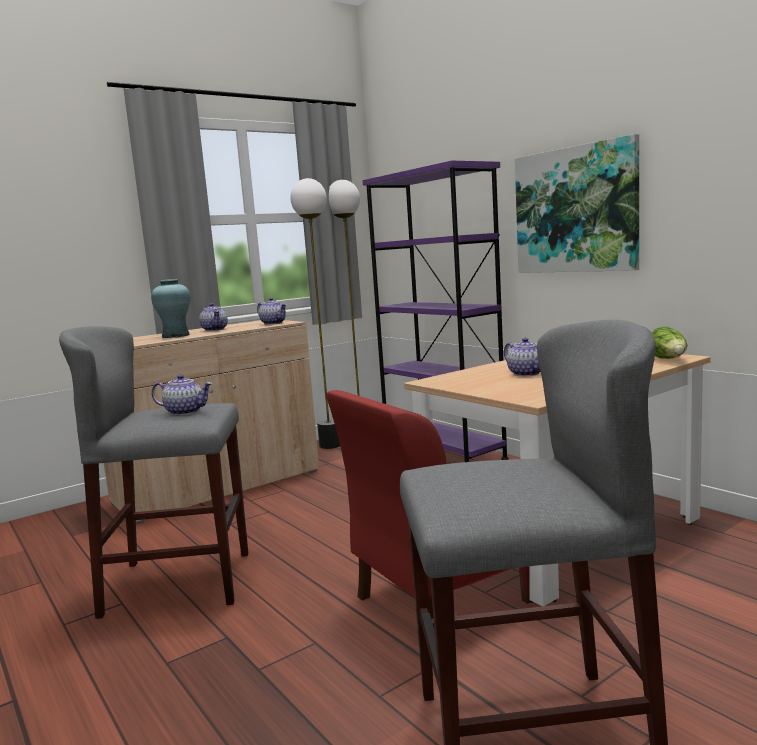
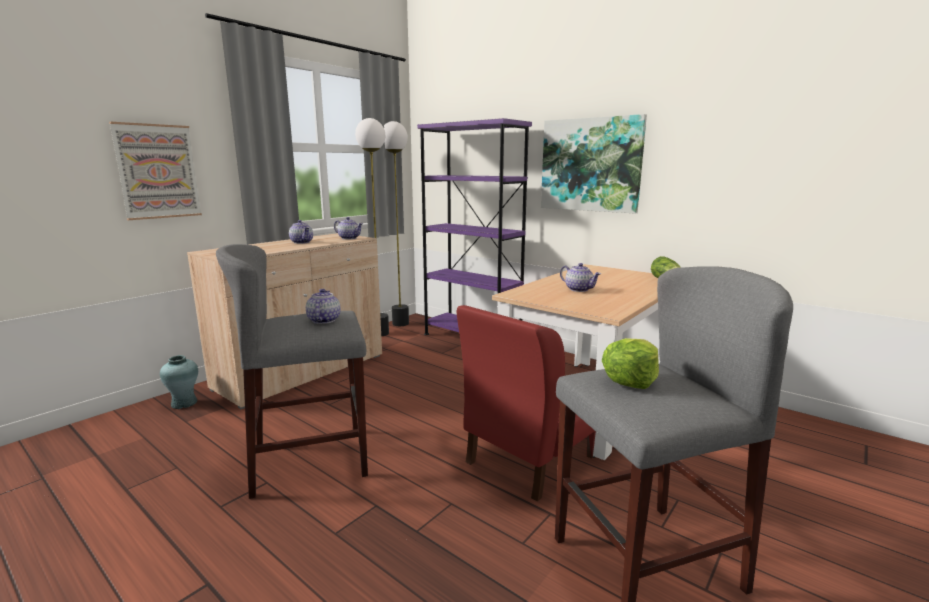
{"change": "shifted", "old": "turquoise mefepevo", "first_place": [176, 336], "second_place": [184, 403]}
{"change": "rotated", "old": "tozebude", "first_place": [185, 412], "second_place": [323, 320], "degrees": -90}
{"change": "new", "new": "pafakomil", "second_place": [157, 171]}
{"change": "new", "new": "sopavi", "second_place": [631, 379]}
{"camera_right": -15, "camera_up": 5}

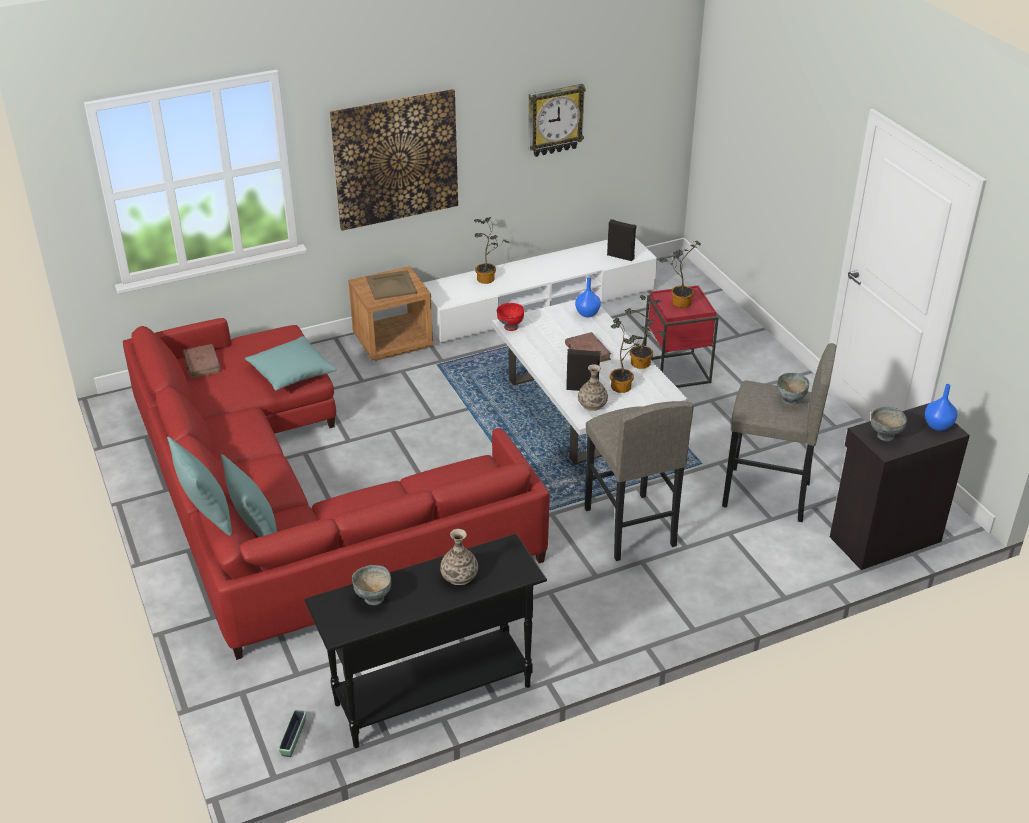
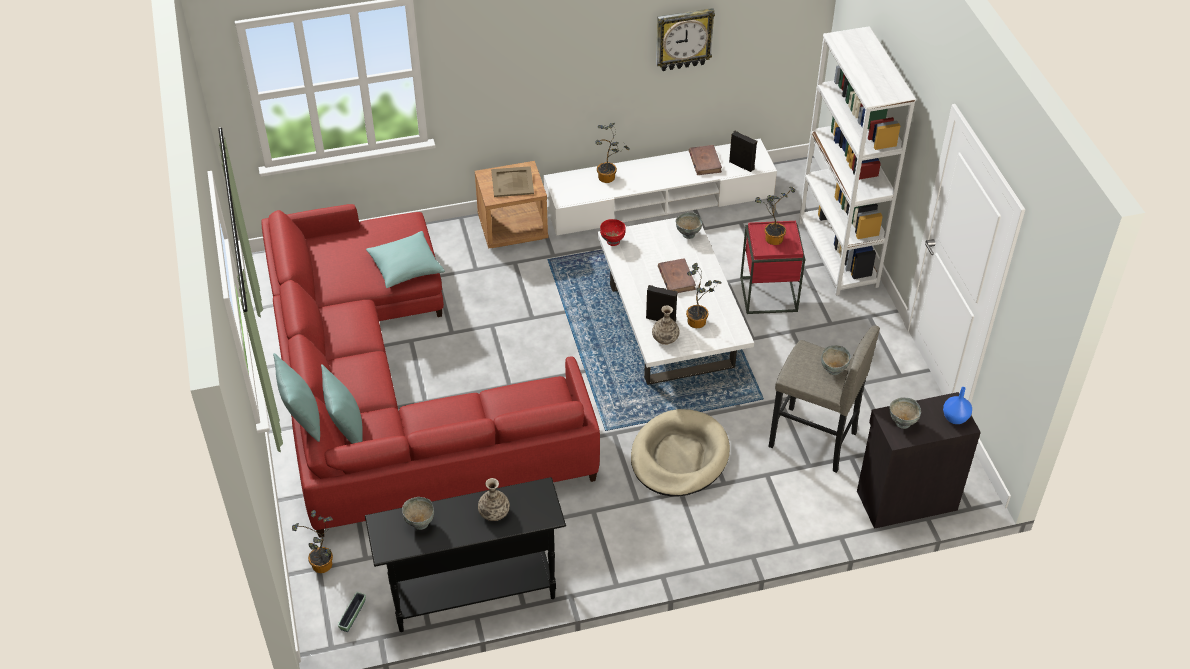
{"change": "gone", "old": "pafakomil", "first_place": [395, 159]}
{"change": "swapped", "old": "blue mefepevo", "new": "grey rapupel", "first_place": [588, 313], "second_place": [688, 234]}
{"change": "shifted", "old": "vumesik", "first_place": [642, 365], "second_place": [323, 567]}
{"change": "shifted", "old": "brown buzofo", "first_place": [202, 363], "second_place": [705, 162]}
{"change": "swapped", "old": "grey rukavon", "new": "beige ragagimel", "first_place": [629, 527], "second_place": [679, 456]}
{"change": "new", "new": "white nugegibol", "second_place": [838, 254]}
{"camera_right": 10, "camera_up": 10}

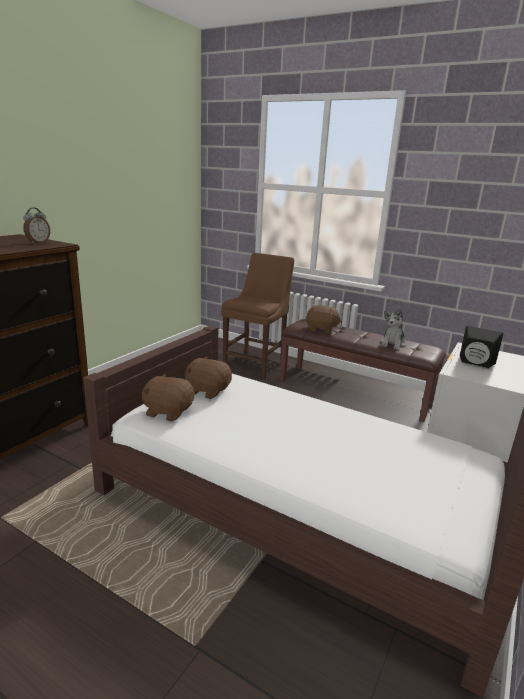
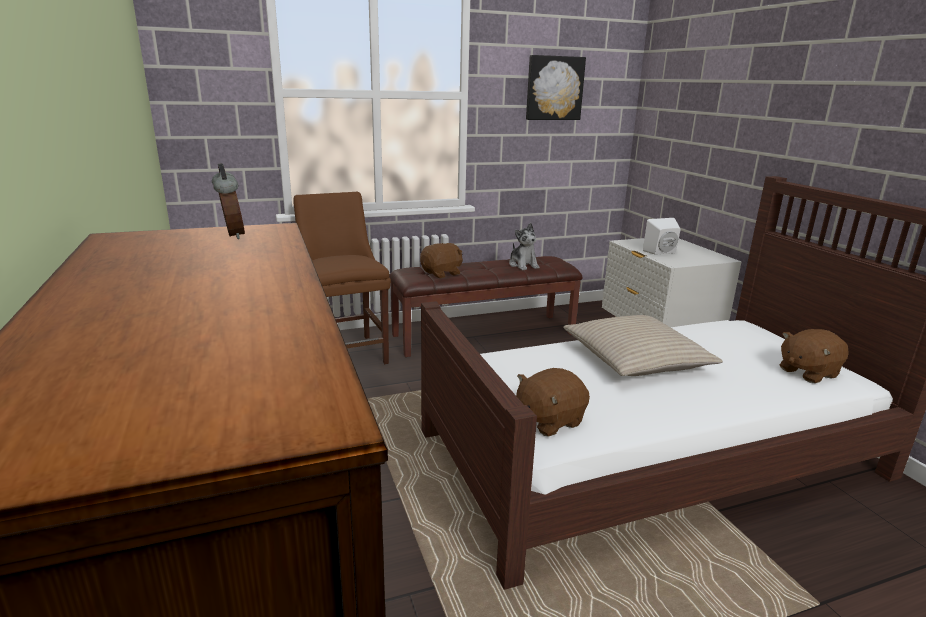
{"change": "repainted", "old": "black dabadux", "new": "white dabadux", "first_place": [475, 363], "second_place": [662, 252]}
{"change": "shifted", "old": "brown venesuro", "first_place": [208, 391], "second_place": [807, 372]}
{"change": "new", "new": "pafakomil", "second_place": [554, 88]}
{"change": "new", "new": "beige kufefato", "second_place": [635, 359]}
{"camera_right": -50, "camera_up": 0}

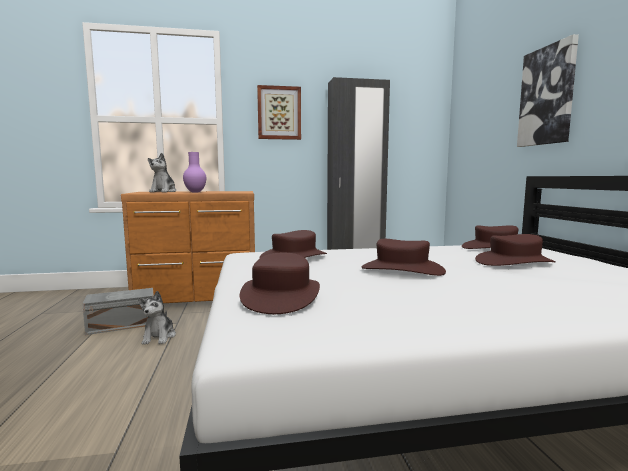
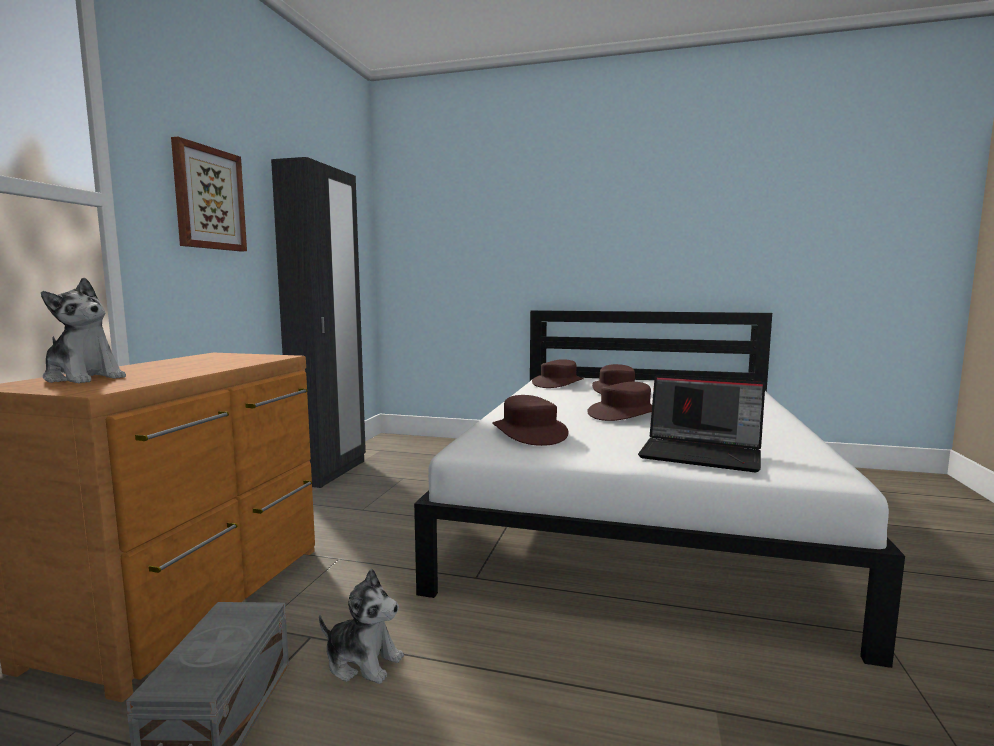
{"change": "gone", "old": "pafakomil", "first_place": [547, 96]}
{"change": "gone", "old": "purple mefepevo", "first_place": [196, 192]}
{"change": "swapped", "old": "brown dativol", "new": "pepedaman", "first_place": [281, 295], "second_place": [702, 454]}
{"camera_right": -65, "camera_up": 0}

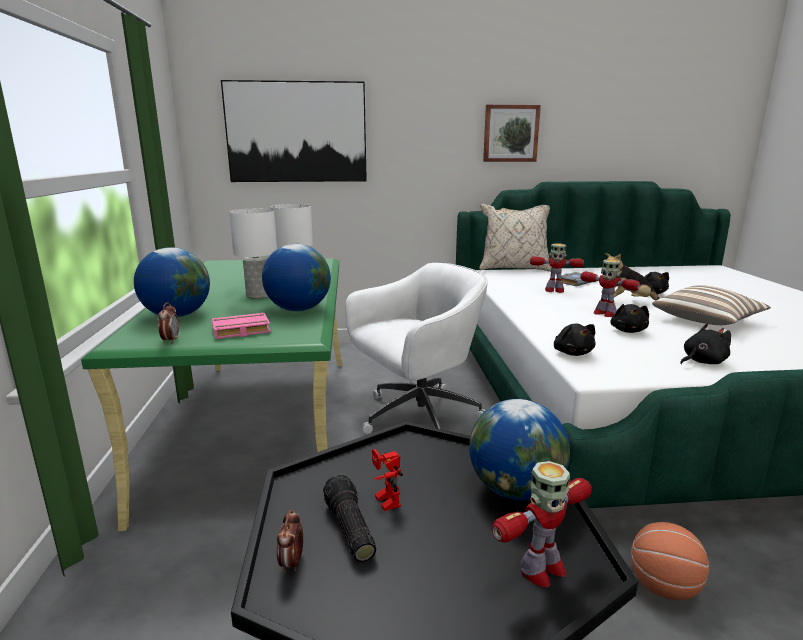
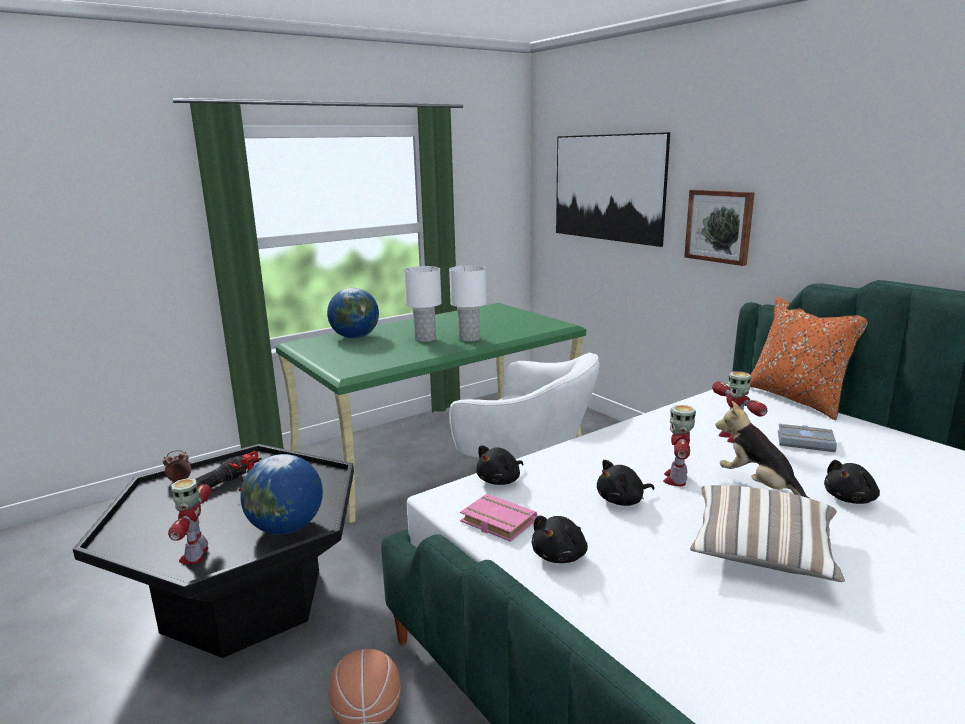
{"change": "shifted", "old": "pafakomil", "first_place": [510, 133], "second_place": [719, 226]}
{"change": "repainted", "old": "beige kufefato", "new": "orange kufefato", "first_place": [513, 268], "second_place": [797, 399]}
{"change": "gone", "old": "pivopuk", "first_place": [298, 309]}
{"change": "gone", "old": "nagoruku", "first_place": [170, 340]}
{"change": "shifted", "old": "pink buzofo", "first_place": [240, 331], "second_place": [496, 522]}
{"change": "rotated", "old": "black venesuro", "first_place": [702, 361], "second_place": [561, 555], "degrees": 90}
{"change": "rotated", "old": "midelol", "first_place": [541, 569], "second_place": [196, 554], "degrees": 60}
{"camera_right": 60, "camera_up": 0}

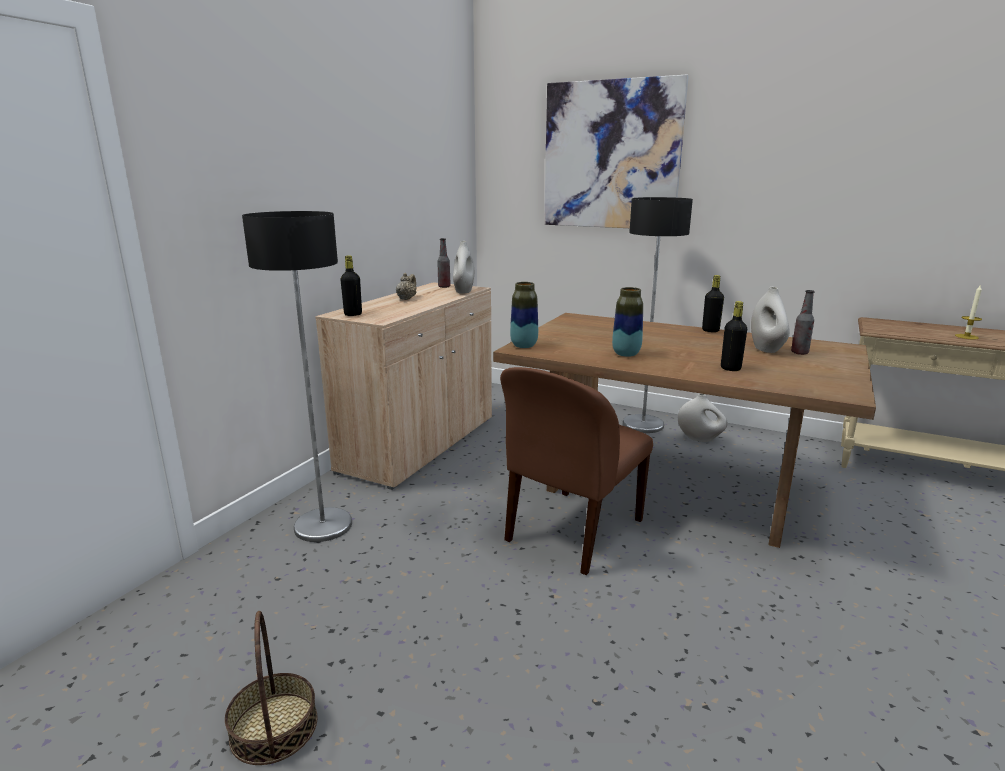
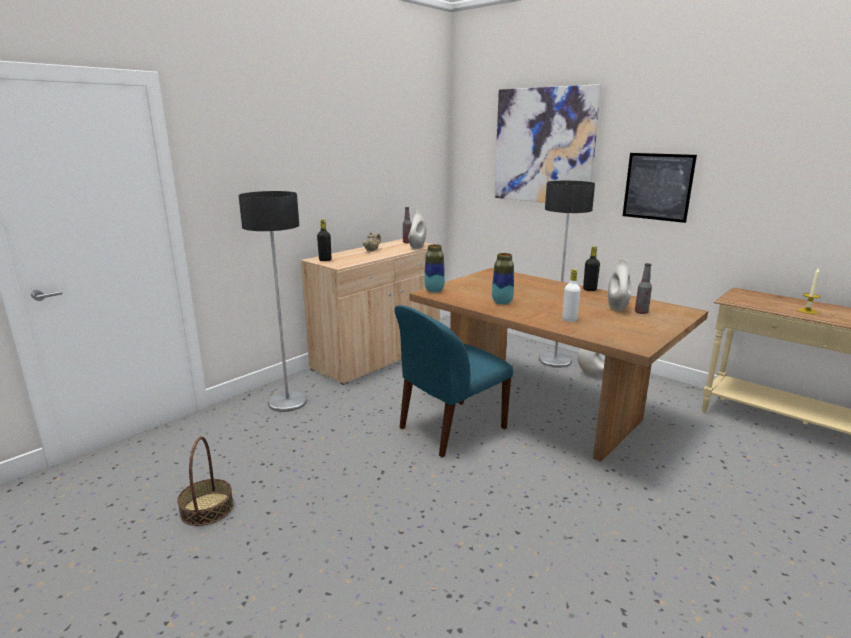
{"change": "repainted", "old": "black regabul", "new": "white regabul", "first_place": [730, 368], "second_place": [569, 319]}
{"change": "repainted", "old": "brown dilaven", "new": "blue dilaven", "first_place": [572, 532], "second_place": [450, 429]}
{"change": "new", "new": "pafakomil", "second_place": [657, 187]}
{"camera_right": 15, "camera_up": 0}

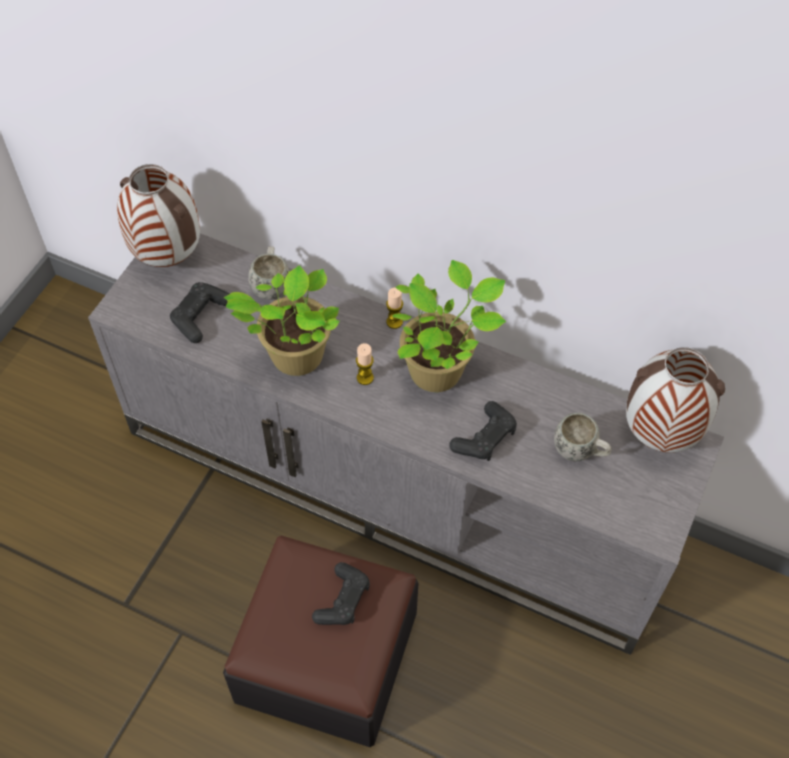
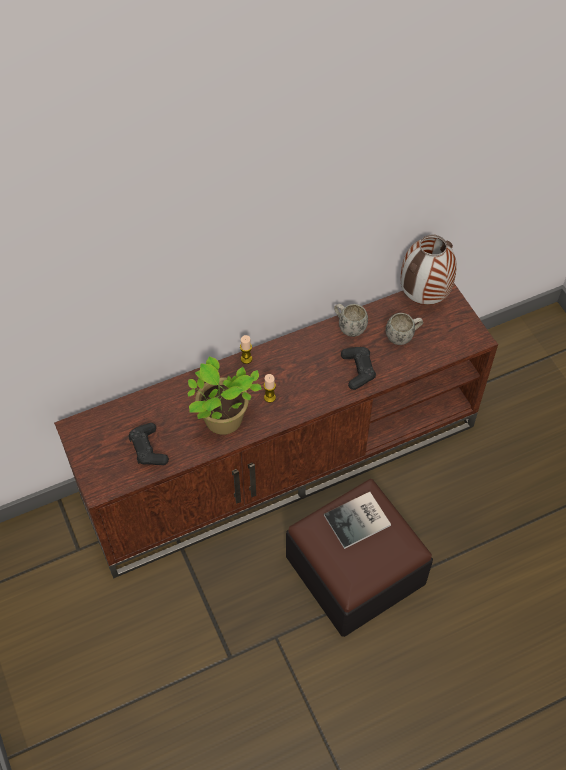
{"change": "gone", "old": "mefepevo", "first_place": [170, 257]}
{"change": "repainted", "old": "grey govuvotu", "new": "brown govuvotu", "first_place": [398, 485], "second_place": [283, 459]}
{"change": "shifted", "old": "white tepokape", "first_place": [271, 284], "second_place": [348, 327]}
{"change": "gone", "old": "vumesik", "first_place": [439, 369]}
{"change": "swapped", "old": "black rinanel", "new": "buzofo", "first_place": [343, 600], "second_place": [359, 521]}
{"camera_right": -50, "camera_up": 0}

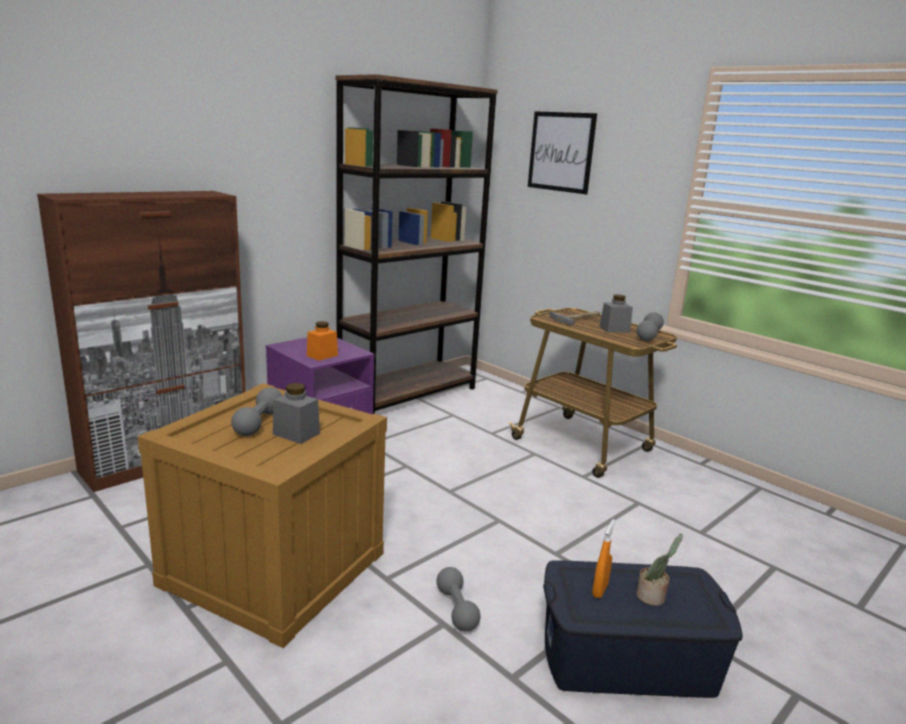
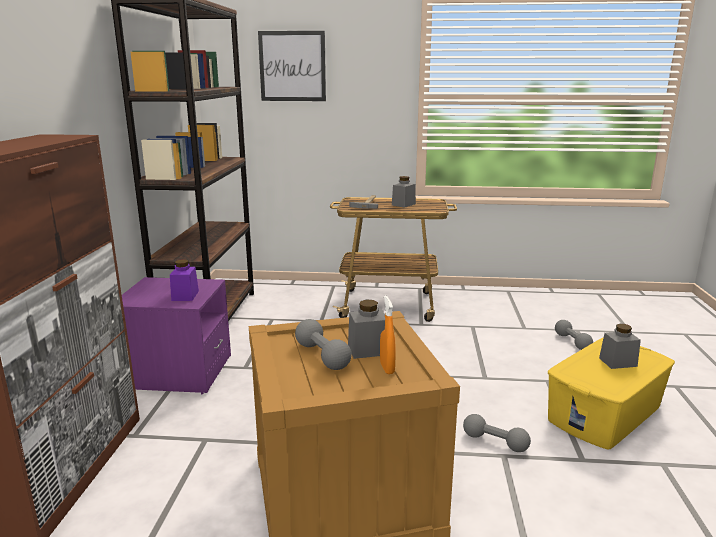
{"change": "shifted", "old": "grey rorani", "first_place": [648, 335], "second_place": [572, 342]}
{"change": "repainted", "old": "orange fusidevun", "new": "purple fusidevun", "first_place": [322, 355], "second_place": [185, 296]}
{"change": "shifted", "old": "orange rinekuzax", "first_place": [599, 590], "second_place": [387, 368]}
{"change": "swapped", "old": "vumesik", "new": "grey fusidevun", "first_place": [652, 597], "second_place": [618, 362]}
{"change": "repainted", "old": "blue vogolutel", "new": "yellow vogolutel", "first_place": [628, 660], "second_place": [605, 413]}
{"camera_right": -40, "camera_up": 0}

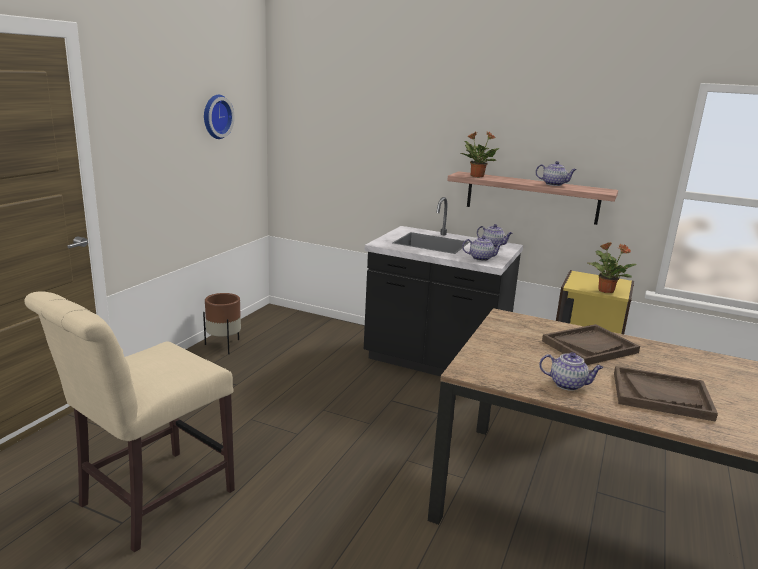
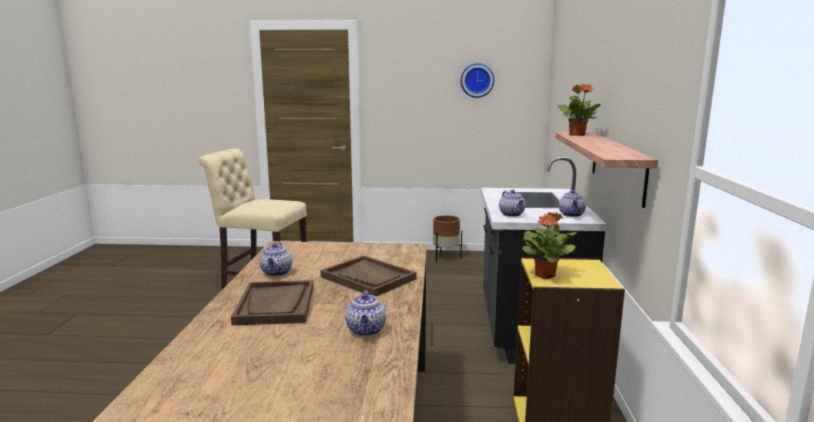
{"change": "shifted", "old": "tozebude", "first_place": [554, 184], "second_place": [366, 330]}
{"camera_right": 70, "camera_up": -5}

